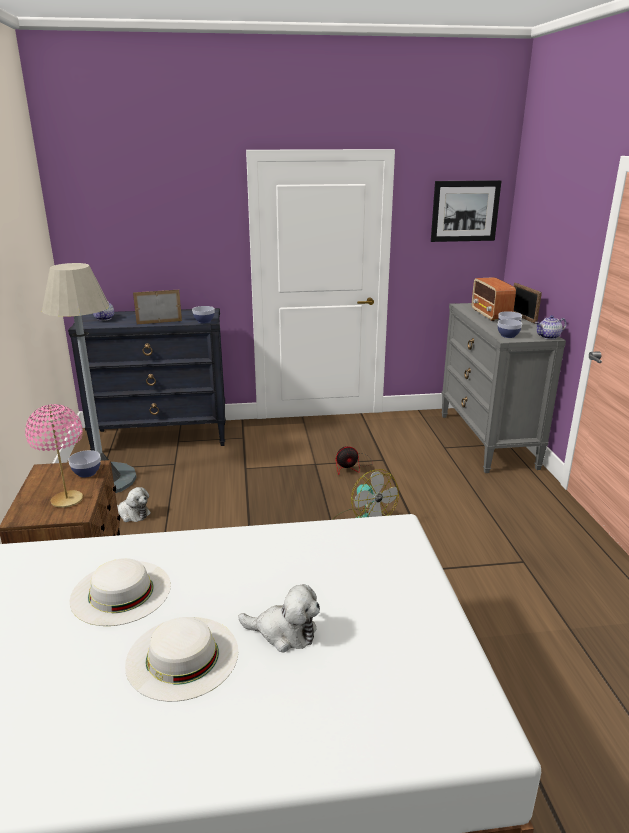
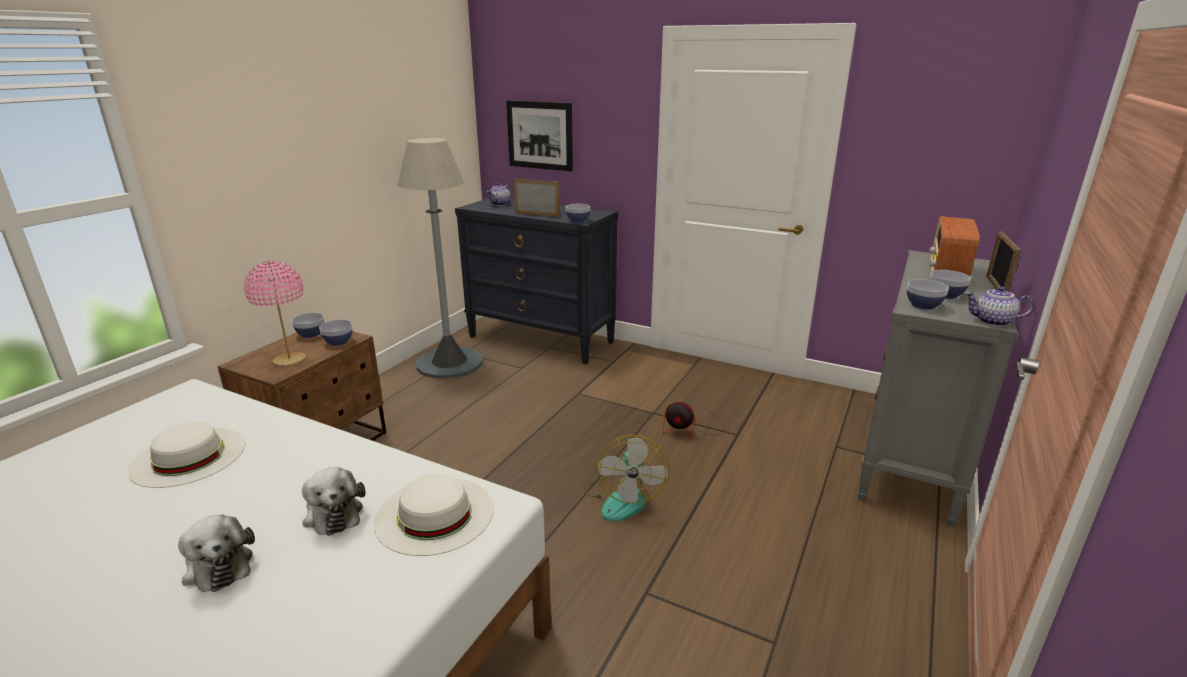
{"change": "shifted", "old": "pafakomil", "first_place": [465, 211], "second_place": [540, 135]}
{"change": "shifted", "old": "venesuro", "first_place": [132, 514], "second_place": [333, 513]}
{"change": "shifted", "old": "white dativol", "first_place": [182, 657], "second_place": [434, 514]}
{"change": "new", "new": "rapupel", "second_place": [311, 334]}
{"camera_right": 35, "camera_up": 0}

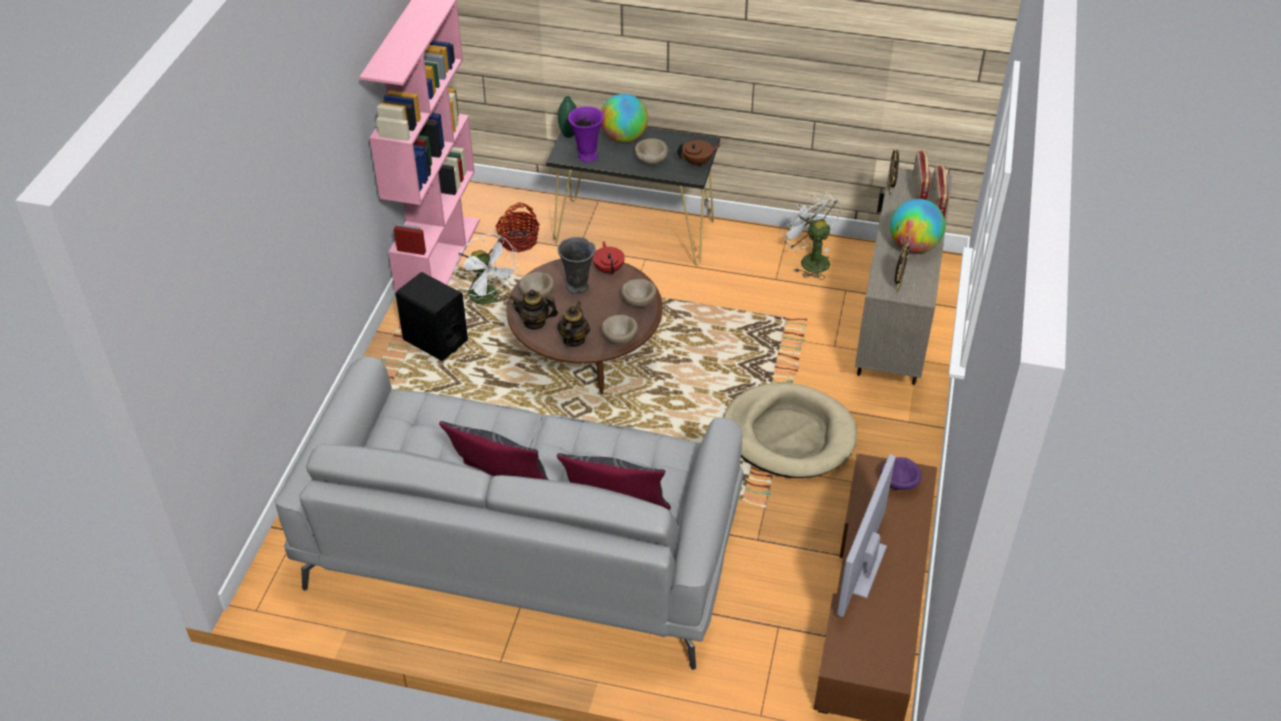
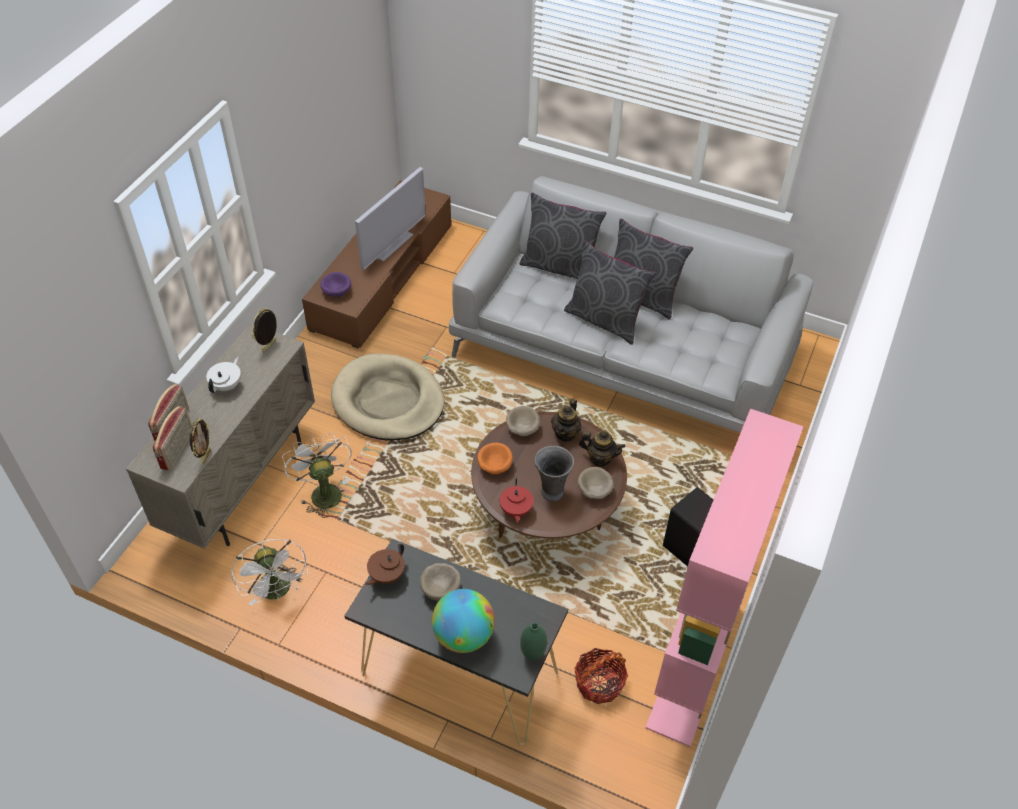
{"change": "gone", "old": "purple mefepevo", "first_place": [587, 156]}
{"change": "rotated", "old": "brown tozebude", "first_place": [698, 162], "second_place": [386, 575], "degrees": -45}
{"change": "swapped", "old": "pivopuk", "new": "white tozebude", "first_place": [913, 246], "second_place": [227, 385]}
{"change": "shifted", "old": "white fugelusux", "first_place": [489, 299], "second_place": [323, 491]}
{"change": "repainted", "old": "beige rapupel", "new": "orange rapupel", "first_place": [639, 301], "second_place": [494, 466]}
{"change": "new", "new": "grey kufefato", "second_place": [605, 319]}
{"camera_right": -170, "camera_up": 5}

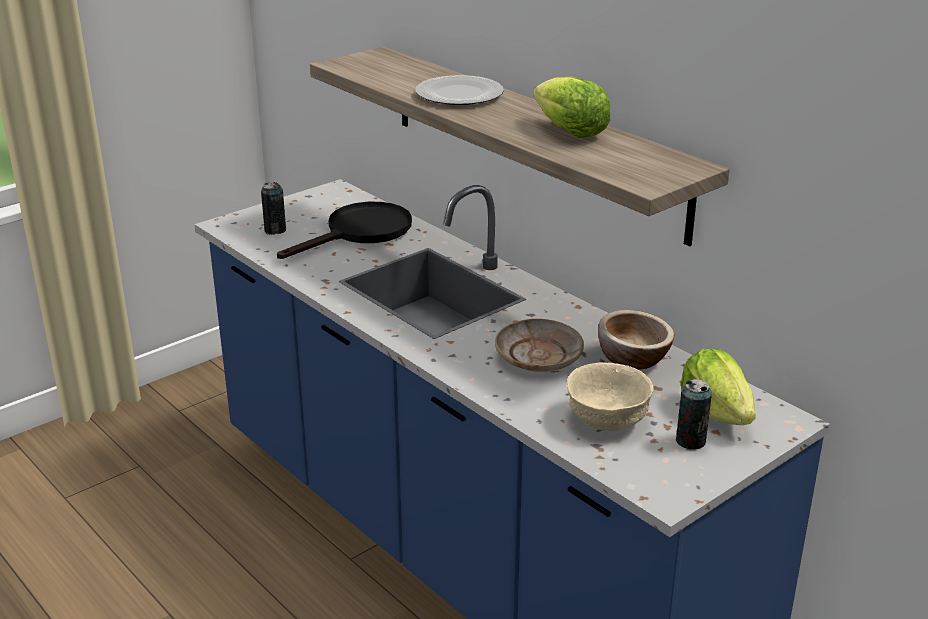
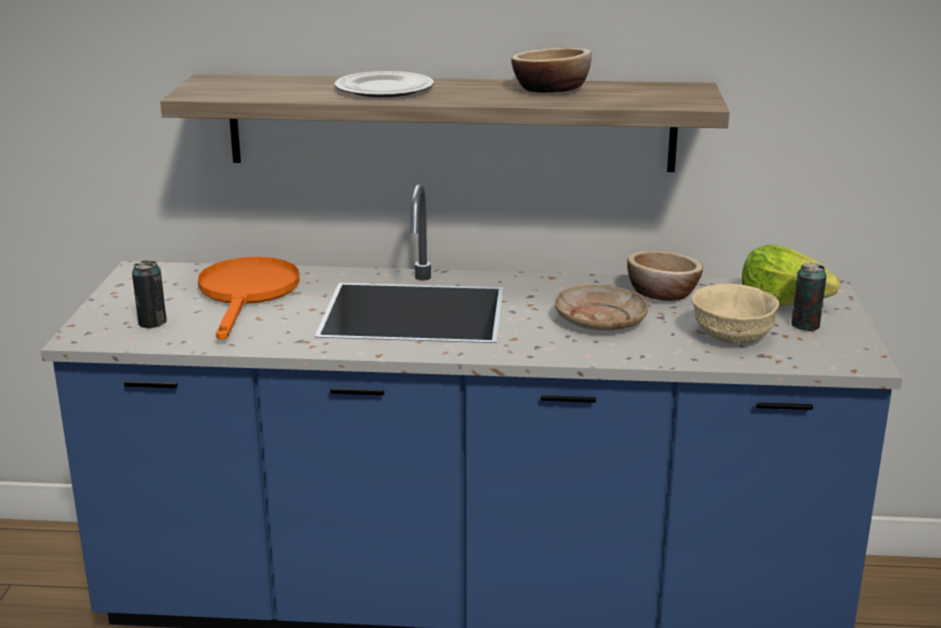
{"change": "swapped", "old": "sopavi", "new": "rapupel", "first_place": [570, 132], "second_place": [551, 90]}
{"change": "repainted", "old": "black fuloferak", "new": "orange fuloferak", "first_place": [360, 232], "second_place": [247, 294]}
{"camera_right": -45, "camera_up": -5}

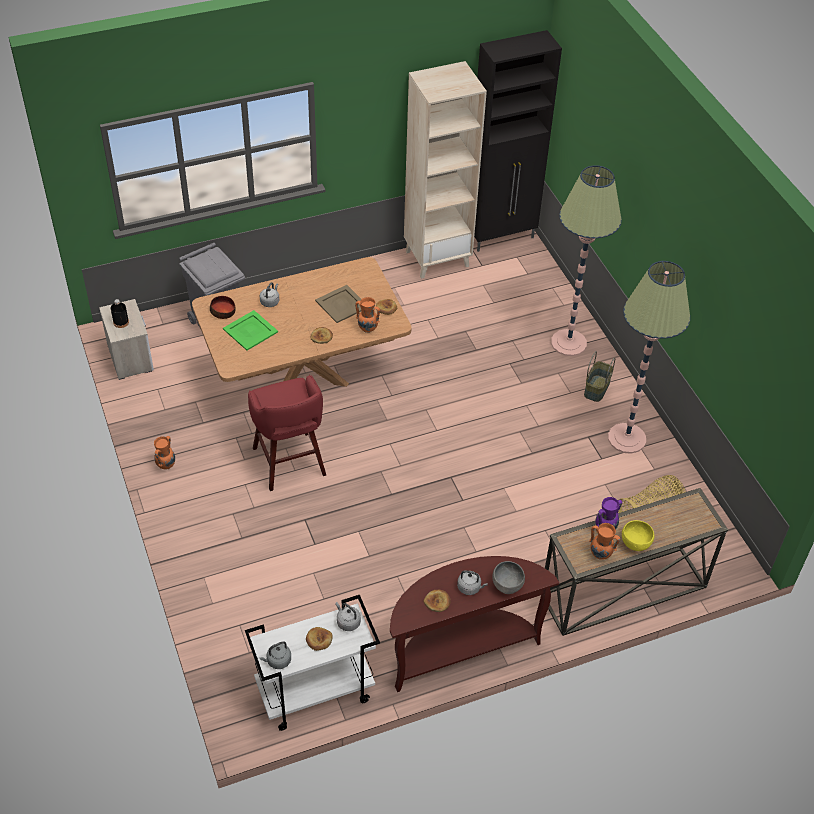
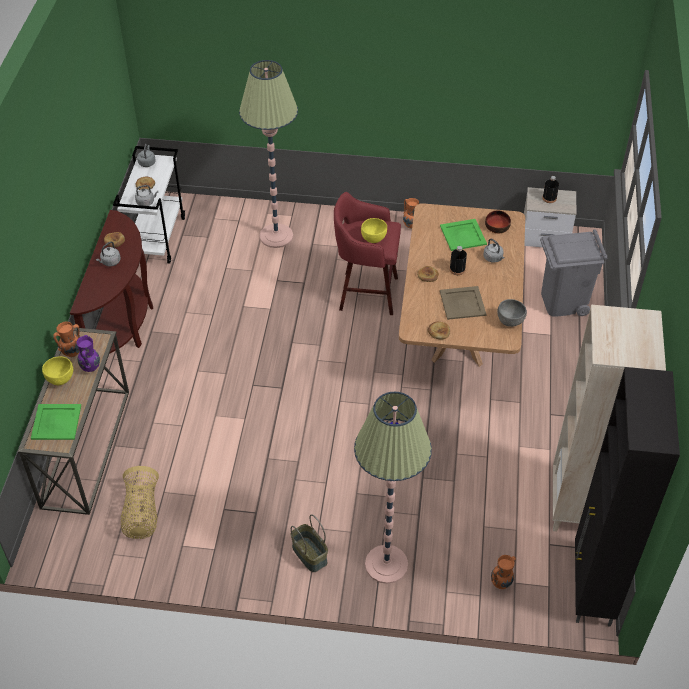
{"change": "shifted", "old": "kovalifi", "first_place": [626, 438], "second_place": [276, 236]}
{"change": "shifted", "old": "orange mefepevo", "first_place": [367, 328], "second_place": [501, 583]}
{"change": "shifted", "old": "grey rapupel", "first_place": [507, 586], "second_place": [510, 321]}
{"change": "new", "new": "yellow rapupel", "second_place": [374, 238]}
{"change": "new", "new": "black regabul", "second_place": [457, 269]}
{"change": "new", "new": "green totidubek", "second_place": [56, 422]}
{"camera_right": 120, "camera_up": 0}

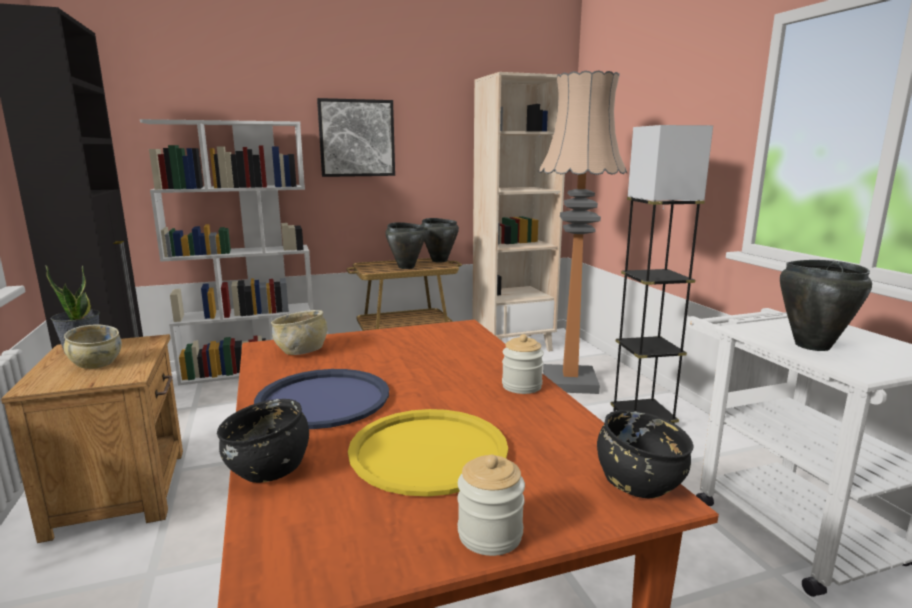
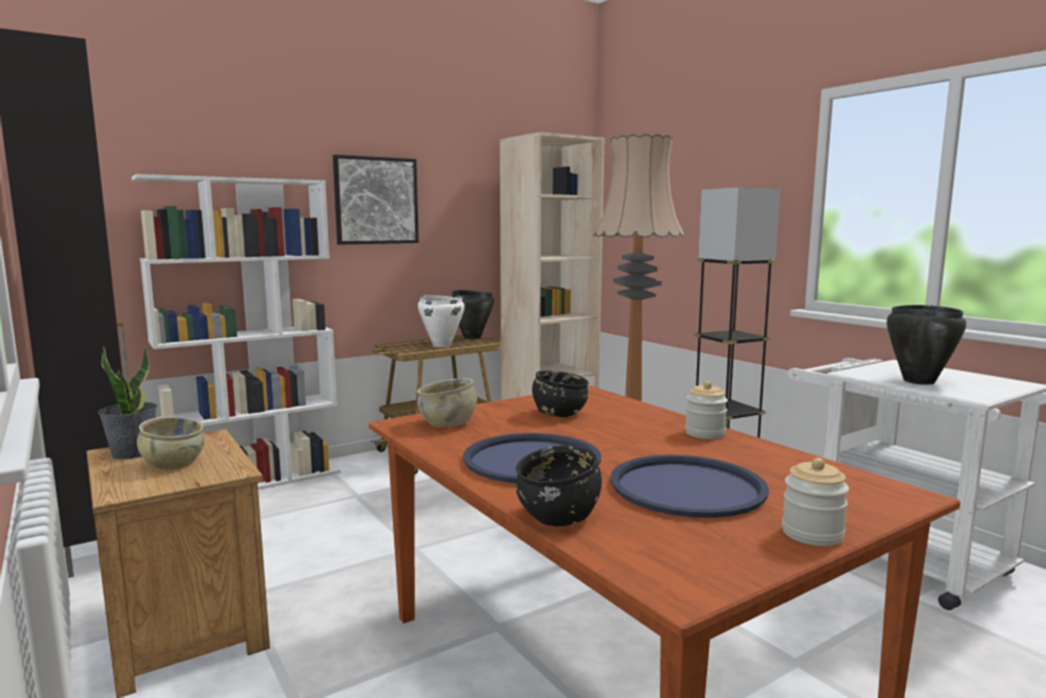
{"change": "repainted", "old": "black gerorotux", "new": "white gerorotux", "first_place": [406, 267], "second_place": [441, 345]}
{"change": "repainted", "old": "yellow totidubek", "new": "blue totidubek", "first_place": [428, 451], "second_place": [687, 487]}
{"change": "shifted", "old": "black rapupel", "first_place": [639, 484], "second_place": [559, 413]}
{"camera_right": -15, "camera_up": -5}

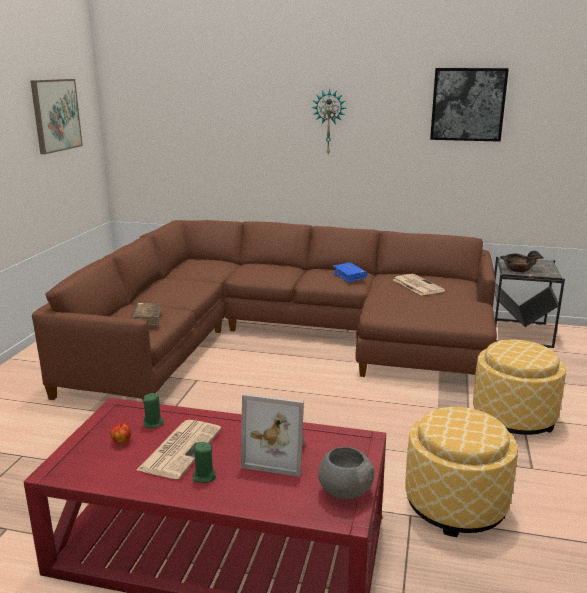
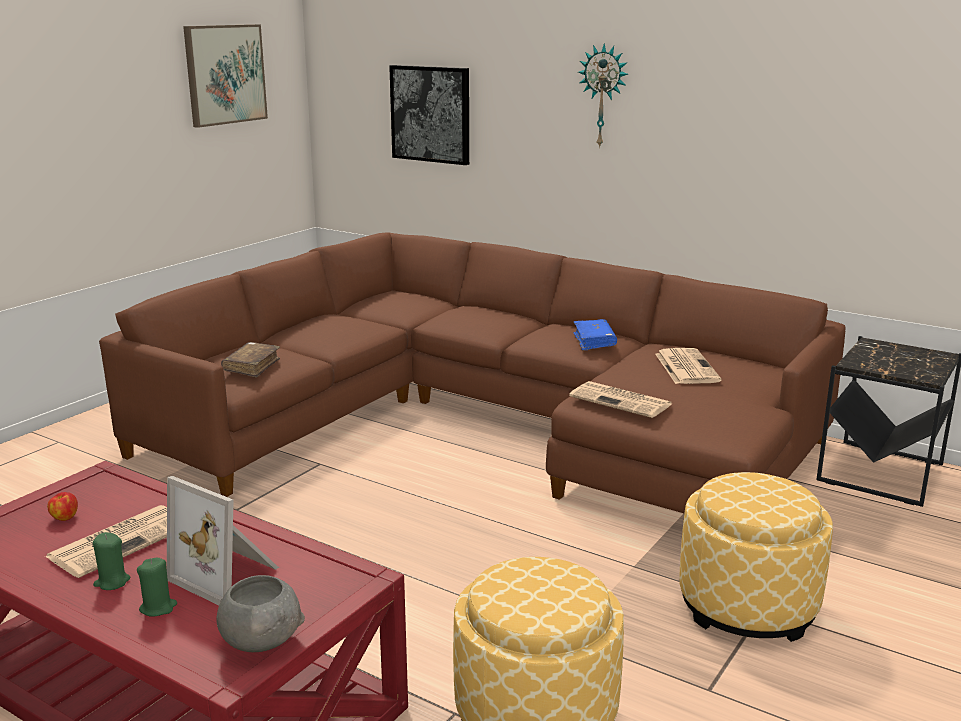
{"change": "shifted", "old": "pafakomil", "first_place": [468, 104], "second_place": [431, 114]}
{"change": "gone", "old": "black rapupel", "first_place": [517, 269]}
{"change": "shifted", "old": "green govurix", "first_place": [153, 423], "second_place": [158, 608]}
{"change": "new", "new": "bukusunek", "second_place": [622, 401]}
{"camera_right": 20, "camera_up": 0}

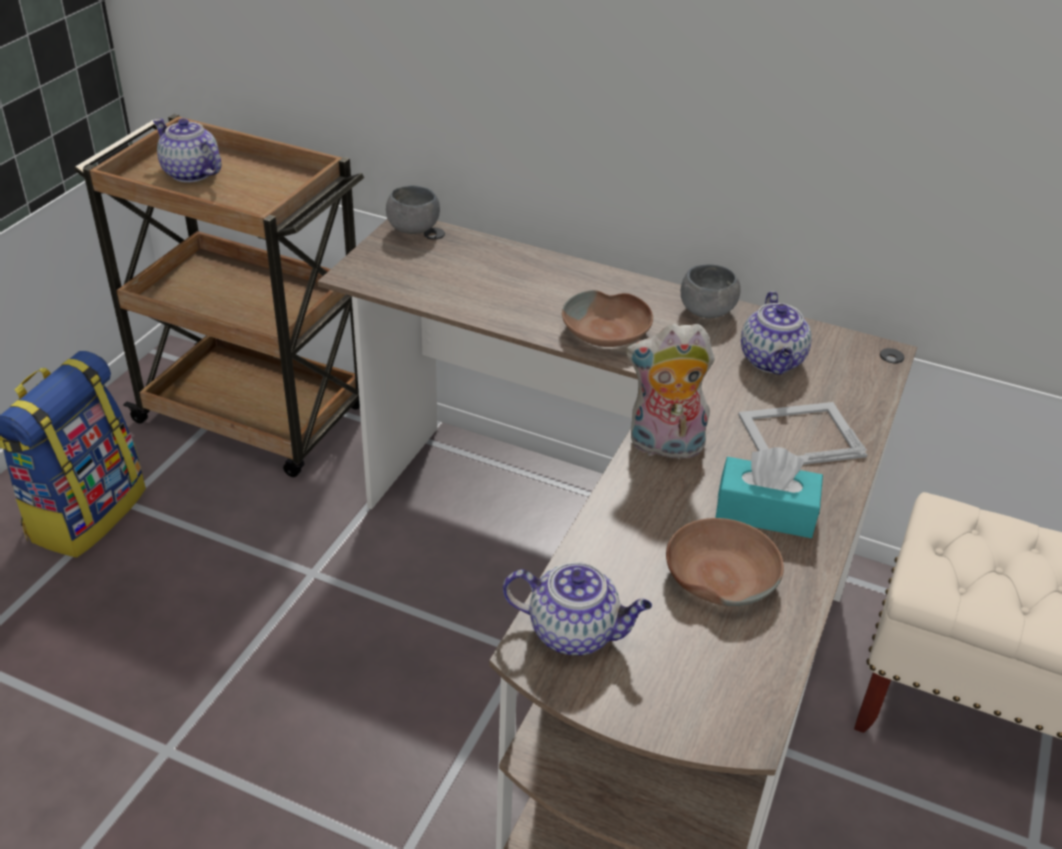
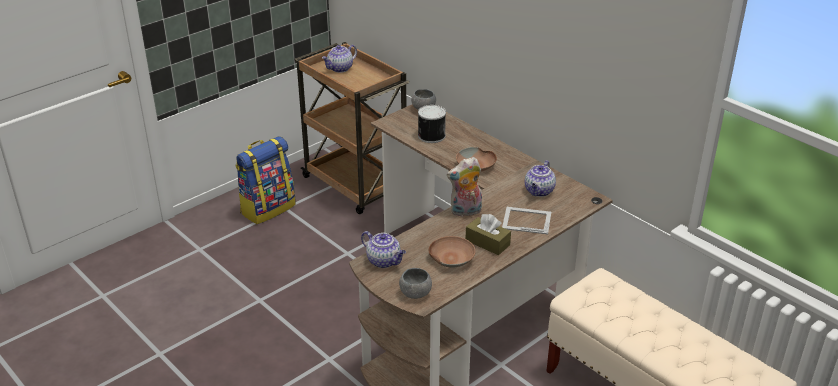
{"change": "rotated", "old": "tozebude", "first_place": [190, 173], "second_place": [340, 68], "degrees": -105}
{"change": "shifted", "old": "grey rapupel", "first_place": [706, 310], "second_place": [415, 293]}
{"change": "rotated", "old": "venesuro", "first_place": [664, 447], "second_place": [465, 212], "degrees": -45}
{"change": "repainted", "old": "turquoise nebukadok", "new": "brown nebukadok", "first_place": [765, 512], "second_place": [487, 242]}
{"change": "new", "new": "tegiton", "second_place": [430, 135]}
{"camera_right": 25, "camera_up": -5}

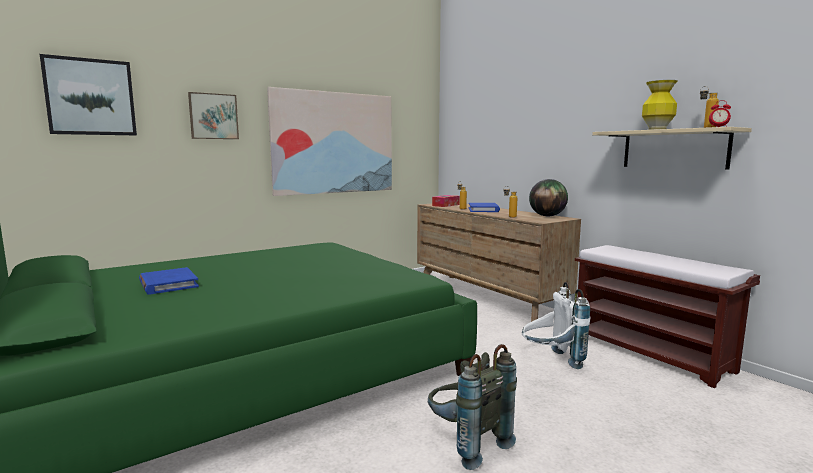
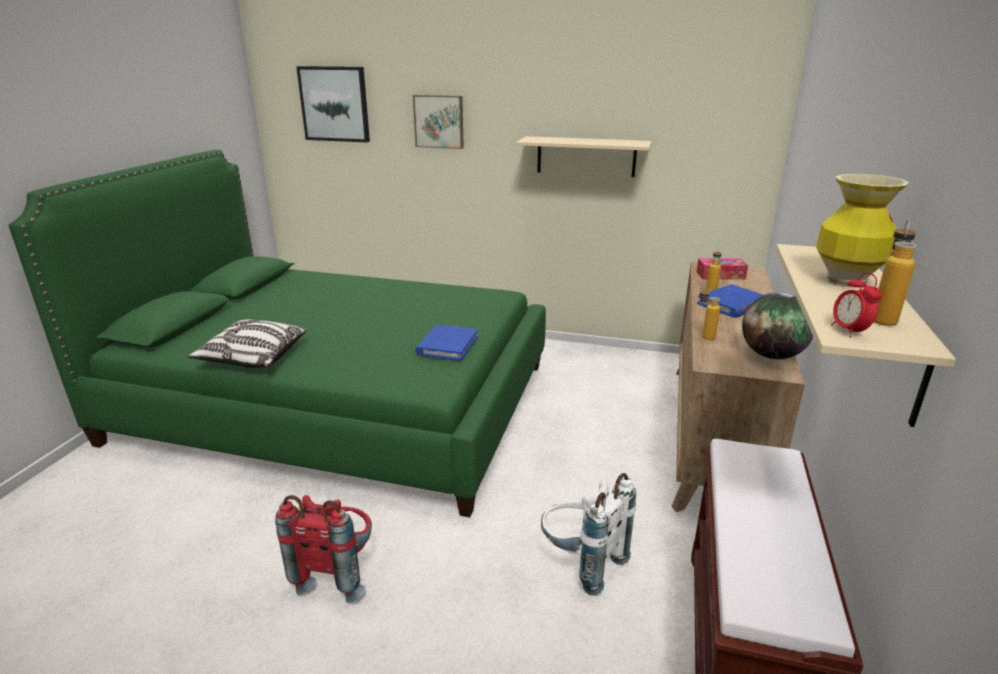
{"change": "swapped", "old": "pafakomil", "new": "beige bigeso", "first_place": [334, 143], "second_place": [586, 156]}
{"change": "shifted", "old": "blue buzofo", "first_place": [168, 284], "second_place": [447, 345]}
{"change": "repainted", "old": "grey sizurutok", "new": "red sizurutok", "first_place": [466, 443], "second_place": [337, 572]}
{"change": "new", "new": "kufefato", "second_place": [253, 357]}
{"camera_right": 50, "camera_up": 15}

